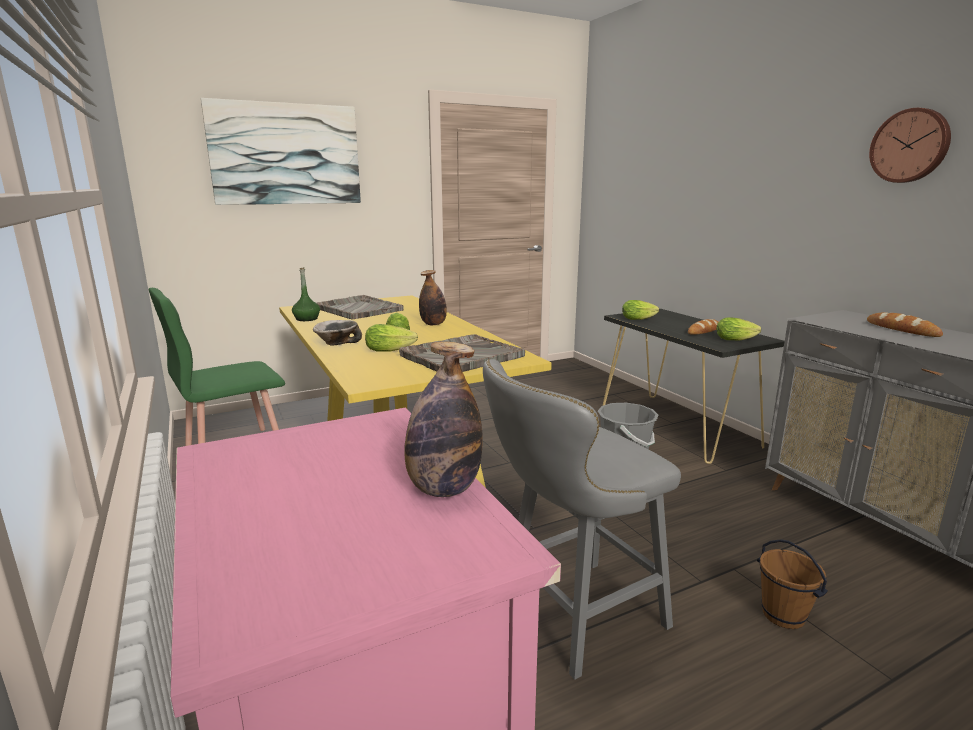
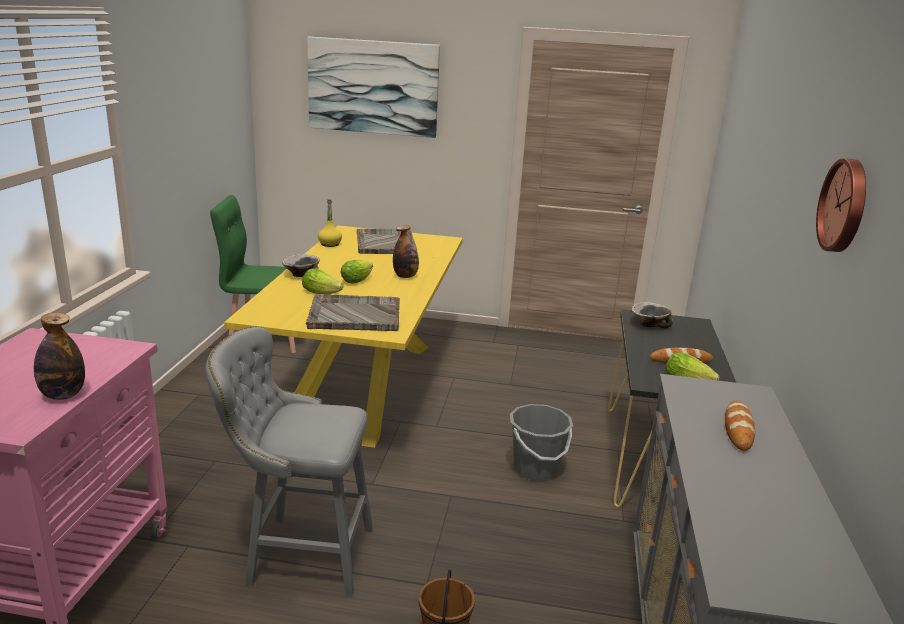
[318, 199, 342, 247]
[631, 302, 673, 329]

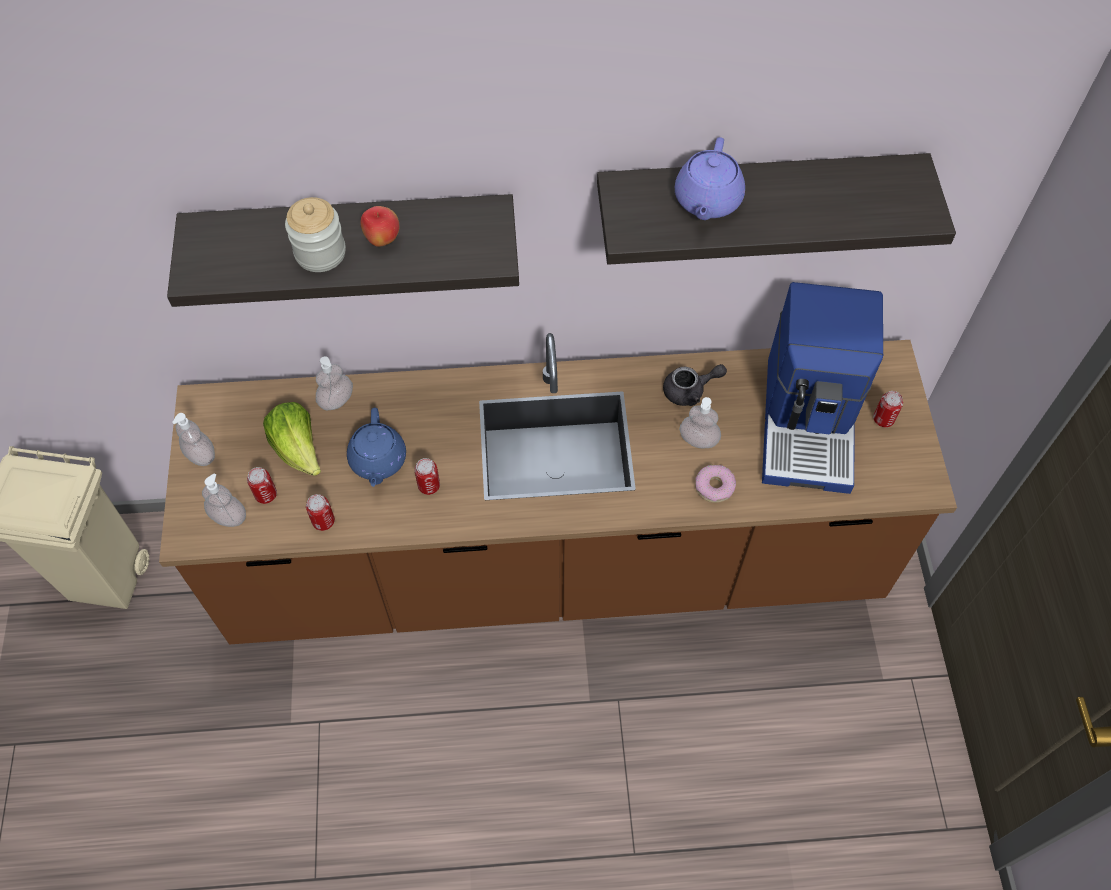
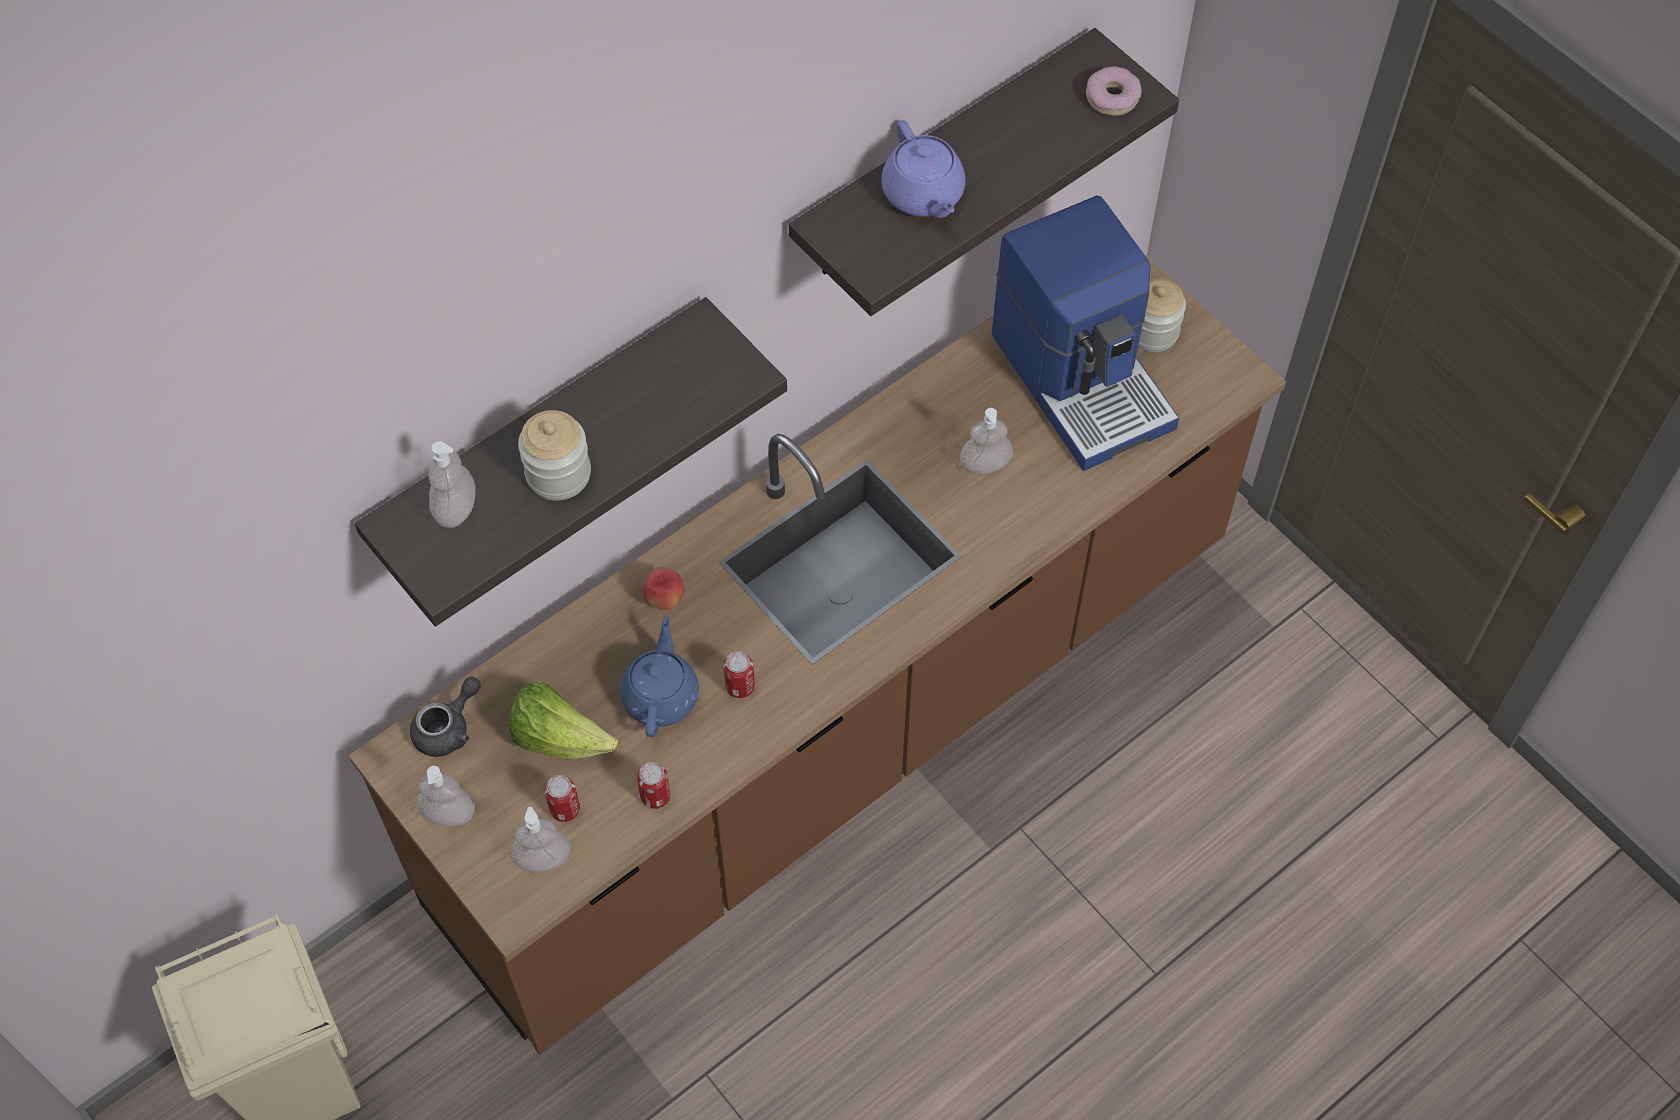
[429, 441, 476, 528]
[620, 616, 699, 737]
[642, 567, 684, 610]
[410, 676, 481, 757]
[1086, 66, 1141, 116]
[1138, 278, 1186, 352]

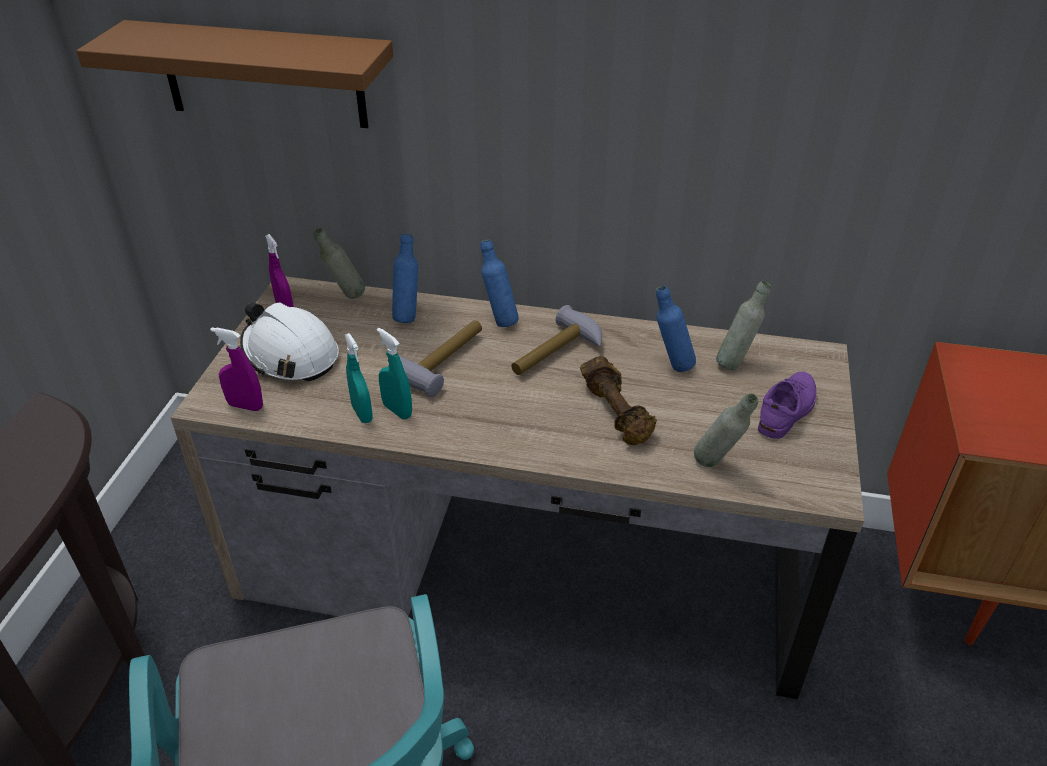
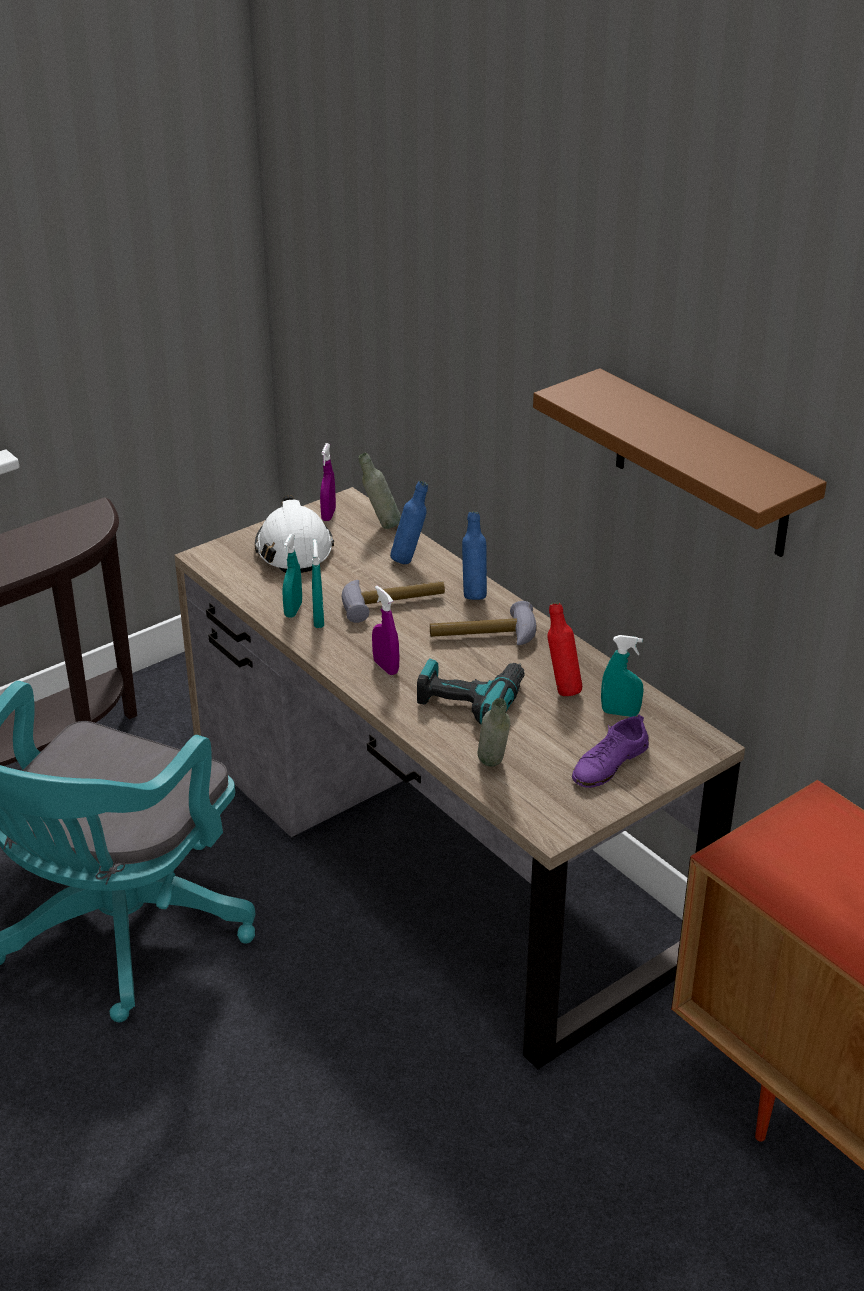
[533, 368, 827, 557]
[372, 586, 400, 675]
[417, 658, 525, 724]
[548, 603, 582, 696]
[601, 635, 643, 717]
[572, 714, 649, 788]

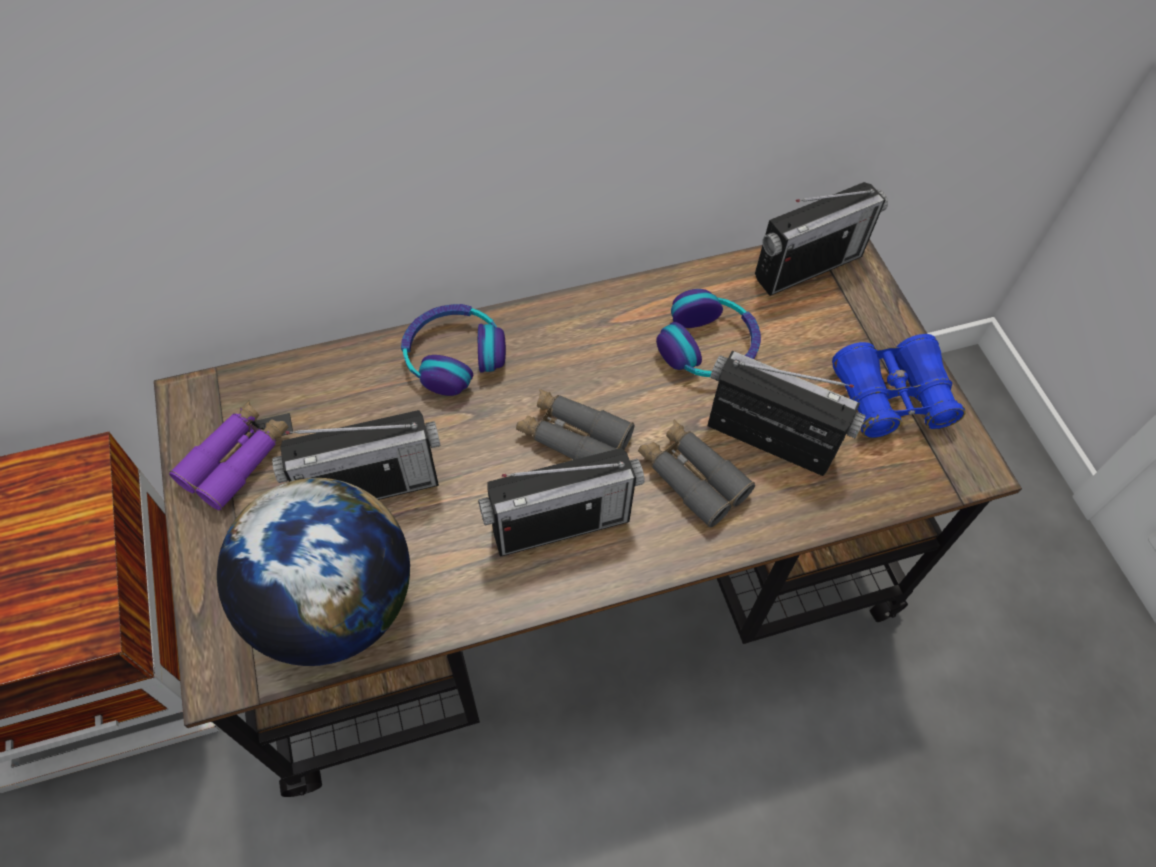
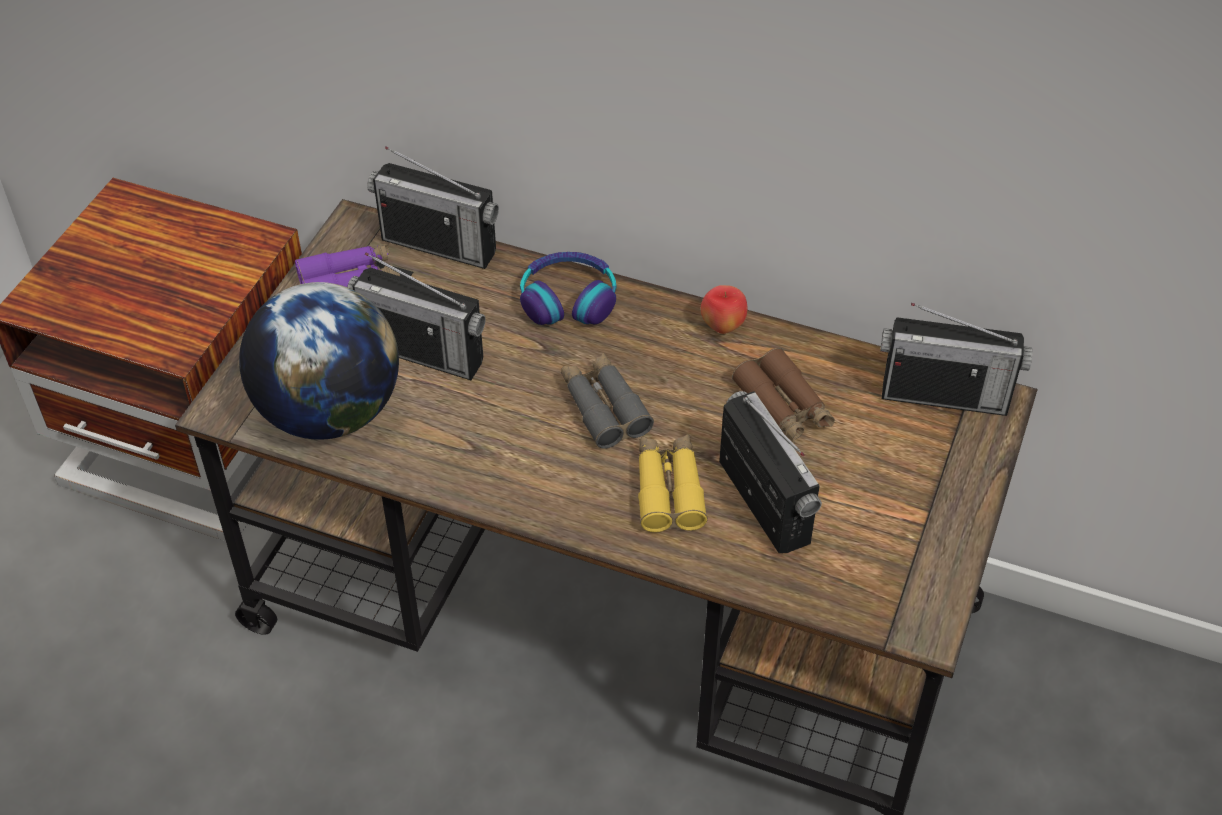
[367, 146, 499, 269]
[638, 435, 708, 532]
[732, 348, 835, 443]
[832, 334, 966, 438] (first image)
[701, 285, 747, 334]

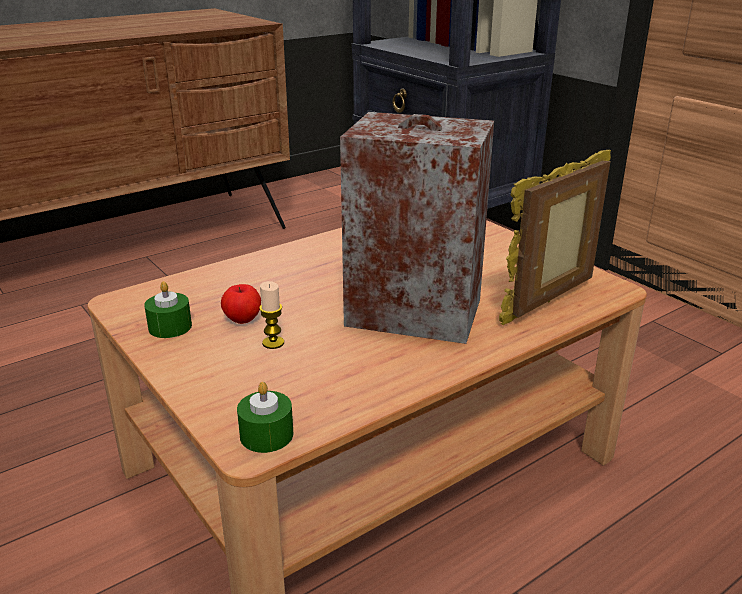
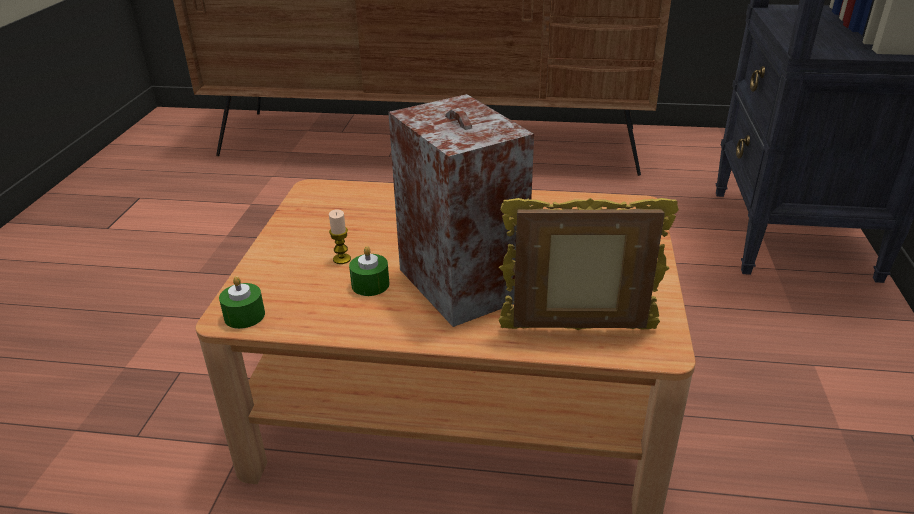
[349, 246, 389, 296]
[221, 284, 261, 324] (first image)

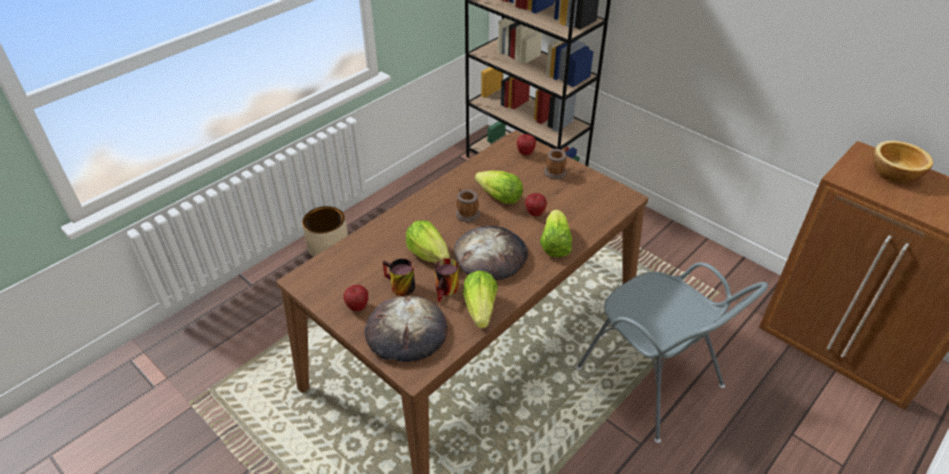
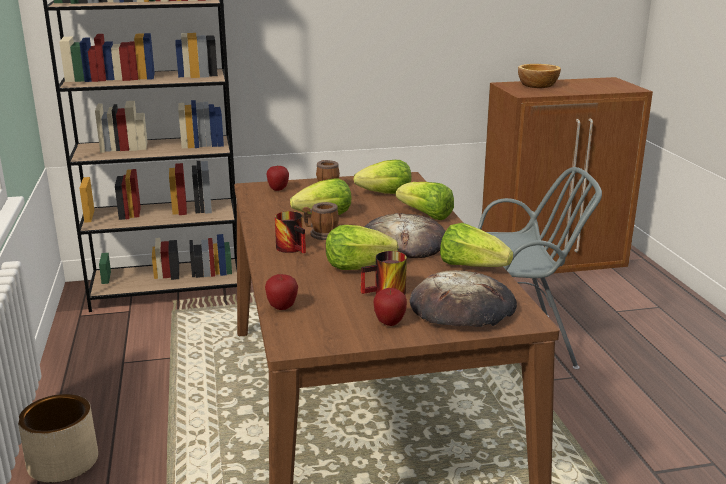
[275, 211, 306, 253]
[265, 274, 298, 310]
[353, 160, 411, 194]

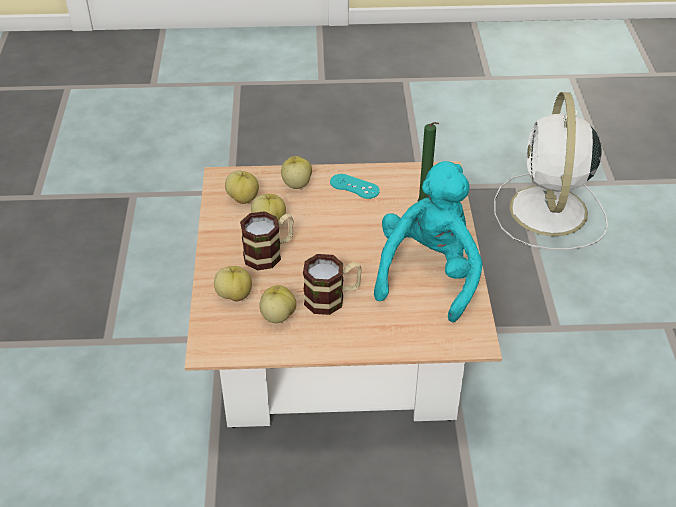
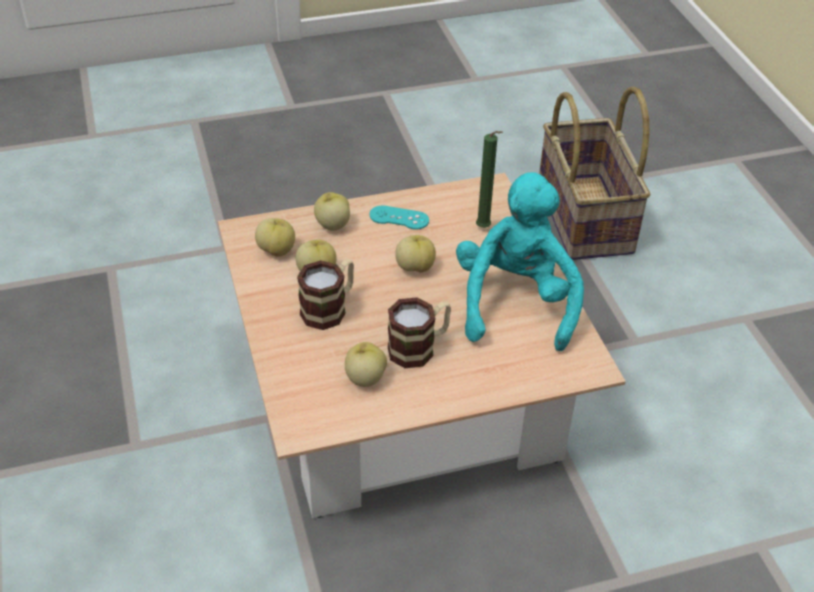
[395, 235, 436, 273]
[539, 86, 650, 260]

